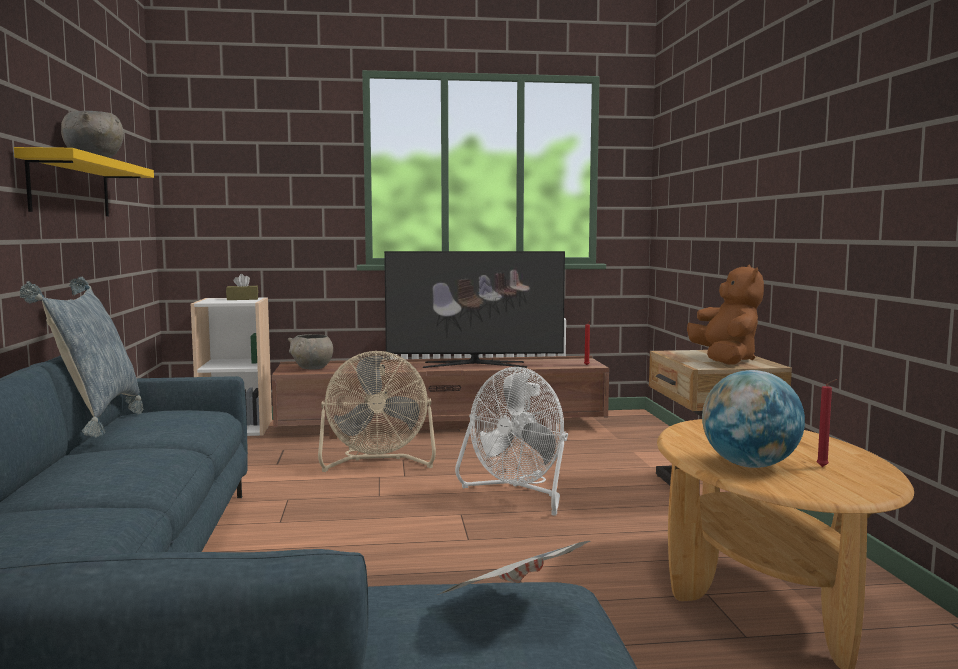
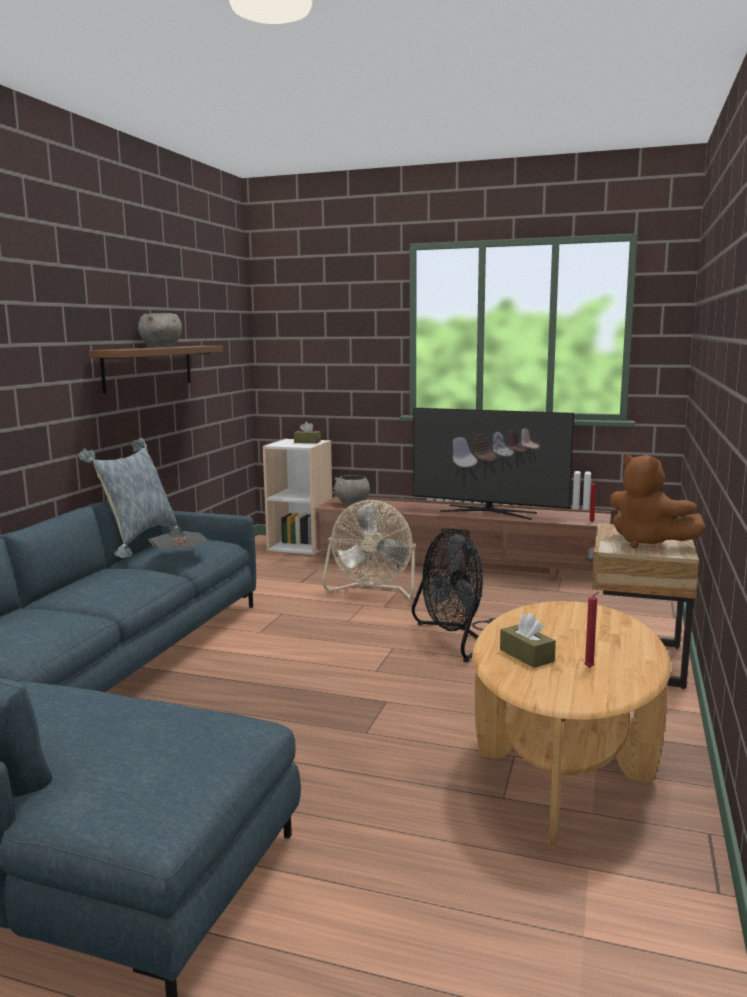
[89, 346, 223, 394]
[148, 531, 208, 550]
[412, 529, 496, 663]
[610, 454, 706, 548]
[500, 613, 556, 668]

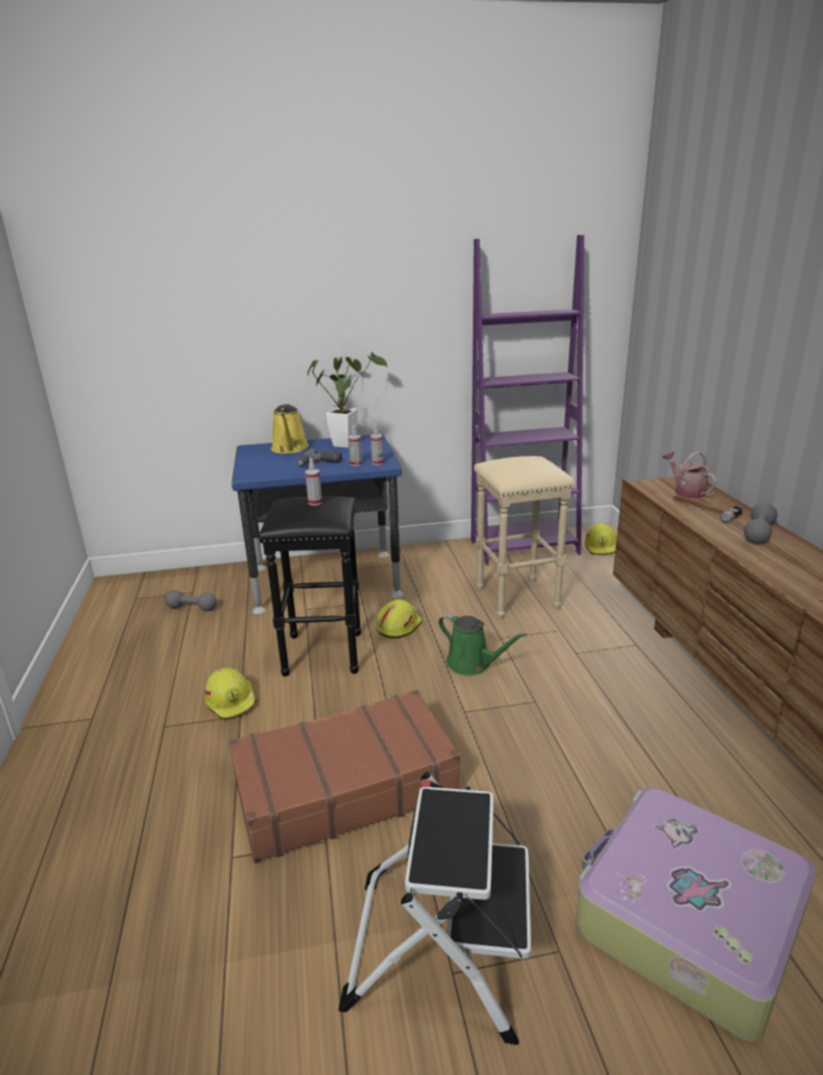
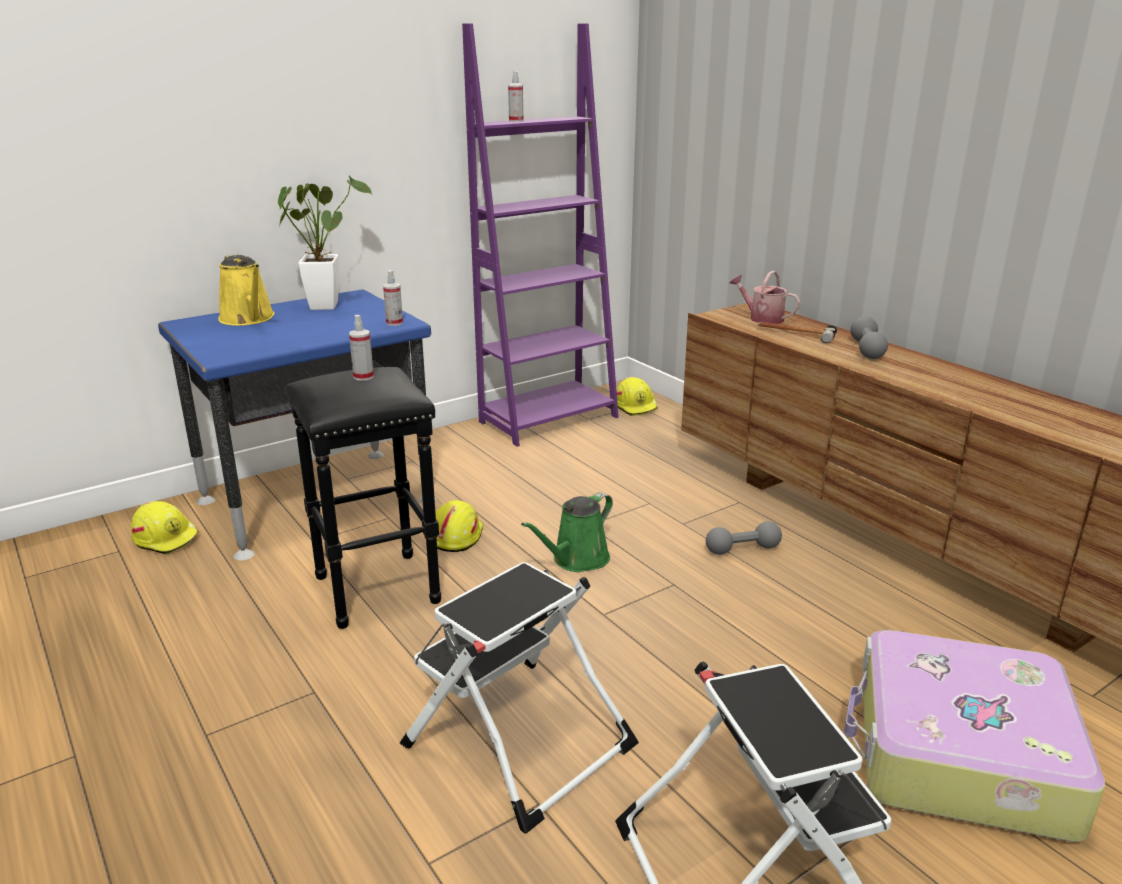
[706, 522, 782, 555]
[131, 501, 199, 555]
[400, 562, 639, 834]
[297, 448, 342, 466] (first image)
[508, 71, 523, 122]
[521, 493, 613, 572]
[474, 456, 574, 619] (first image)

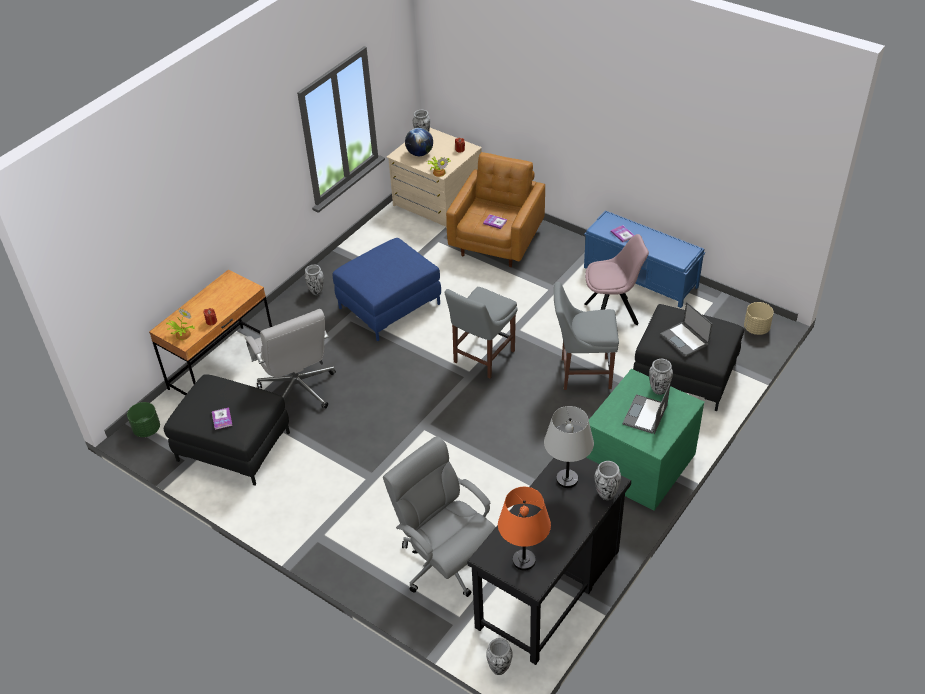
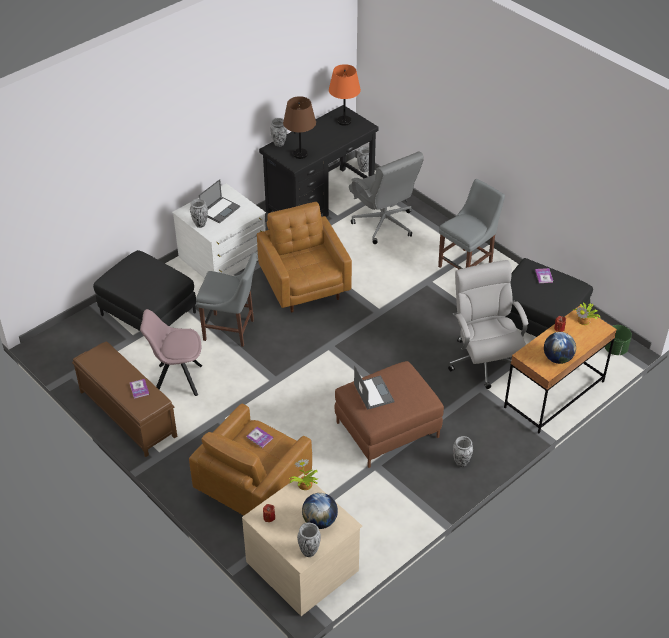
[335, 361, 444, 468]
[438, 179, 505, 269]
[283, 96, 316, 159]
[72, 342, 177, 457]
[172, 183, 266, 278]
[354, 365, 394, 410]
[744, 302, 774, 335] (first image)
[257, 202, 352, 312]
[544, 332, 576, 364]

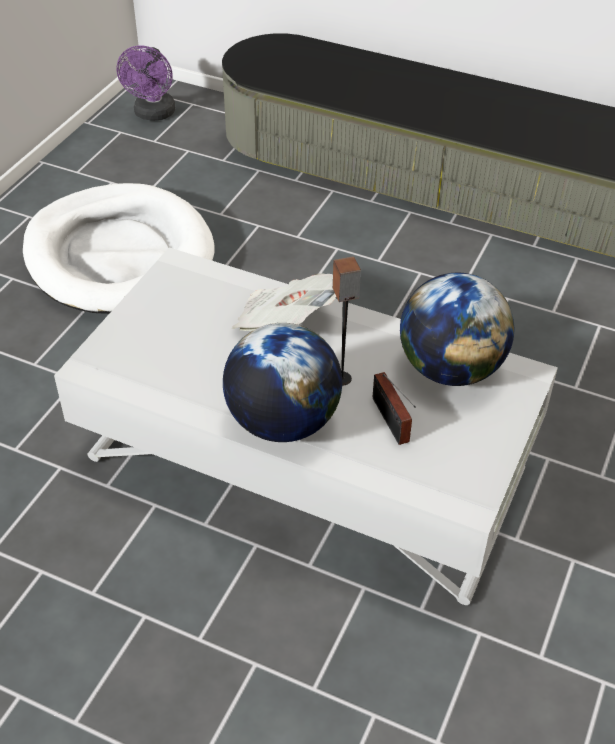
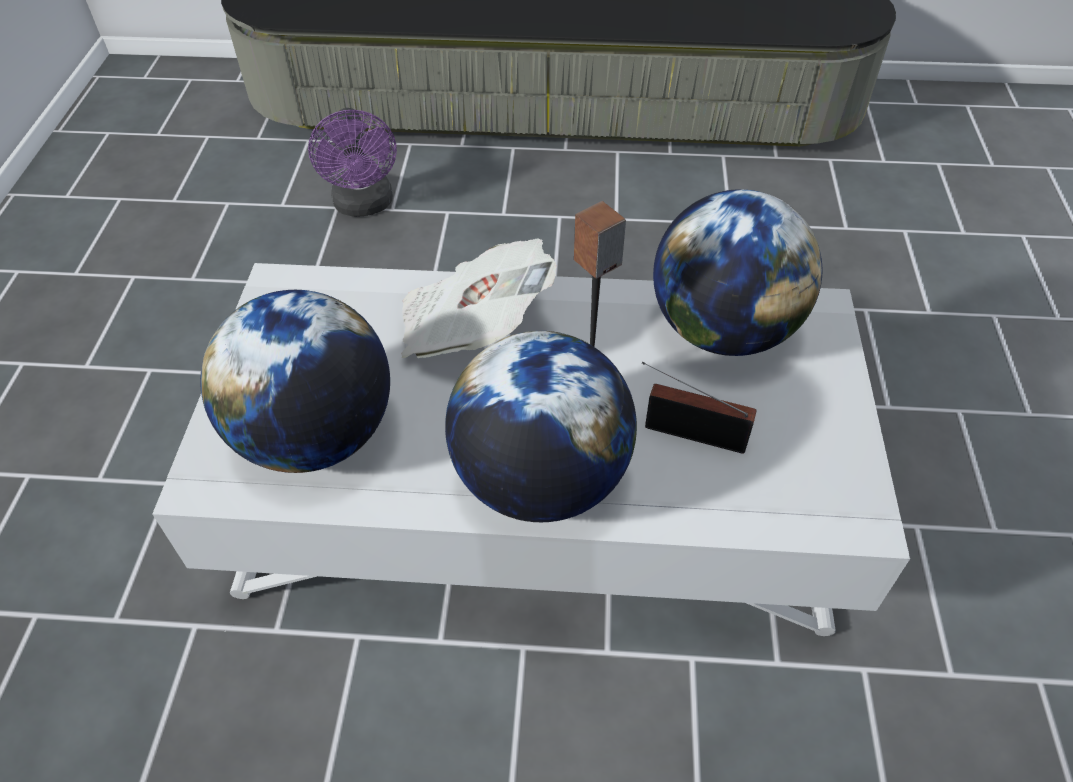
[23, 183, 215, 314] (first image)
[308, 108, 397, 217]
[642, 362, 756, 454]
[200, 290, 390, 473]

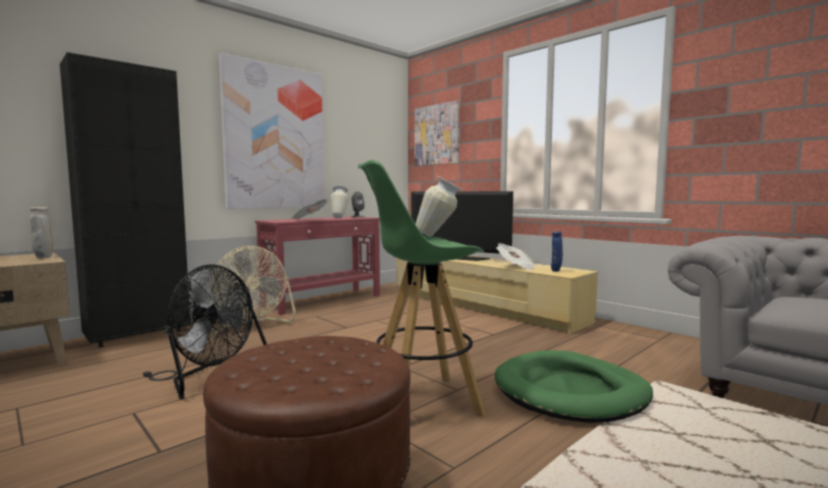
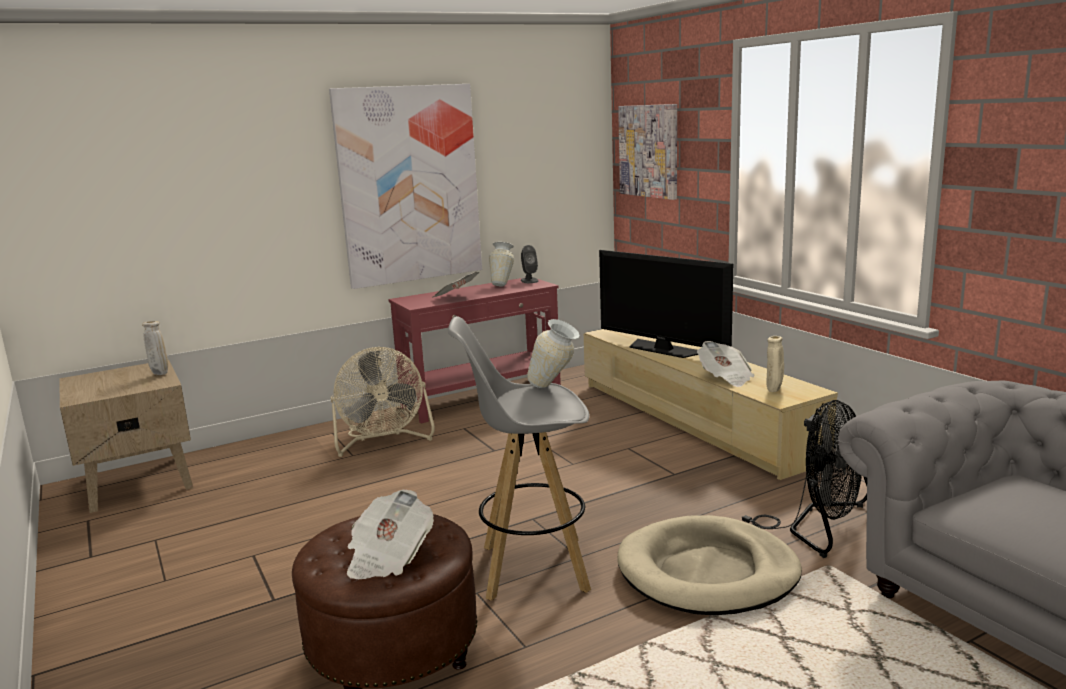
[60, 52, 190, 347] (first image)
[741, 400, 867, 558]
[448, 316, 591, 601]
[617, 515, 802, 615]
[766, 336, 784, 392]
[347, 490, 434, 579]

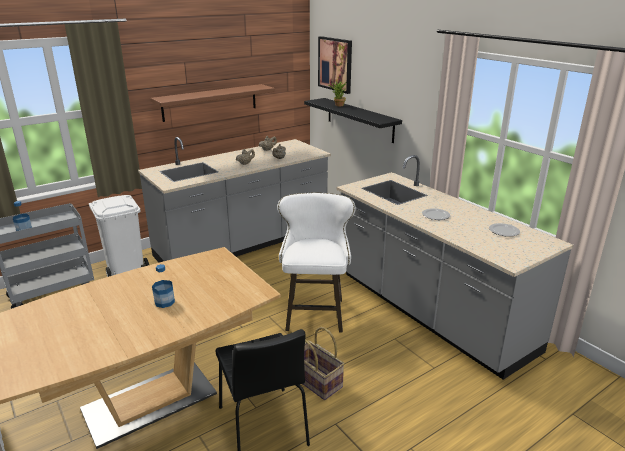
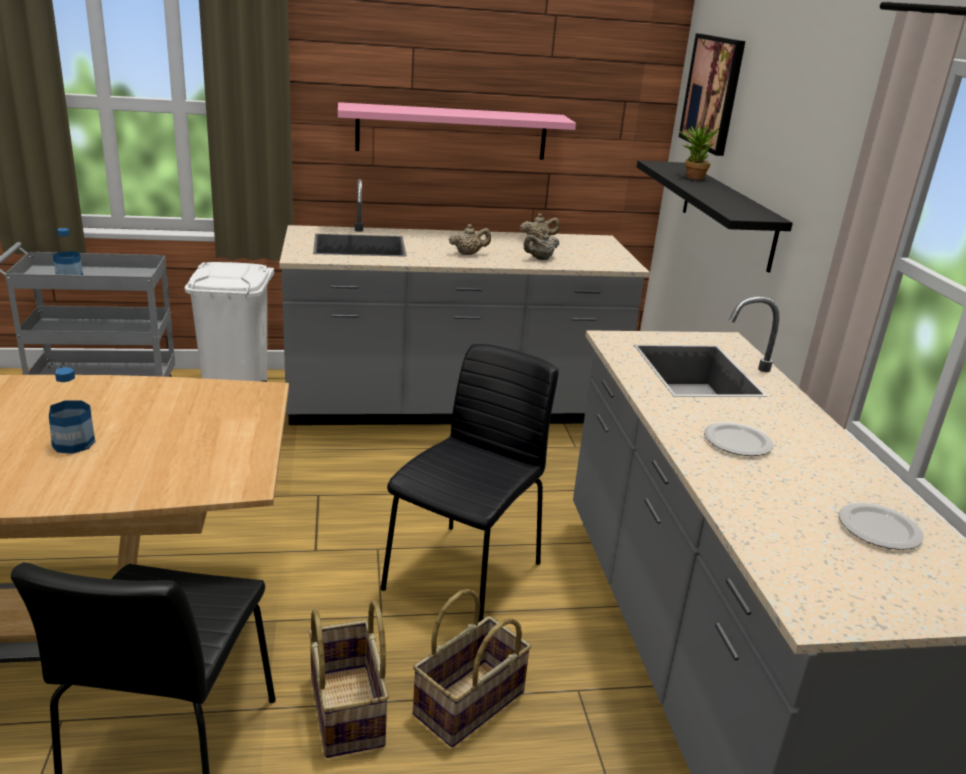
[338, 102, 576, 160]
[380, 344, 559, 623]
[413, 589, 531, 747]

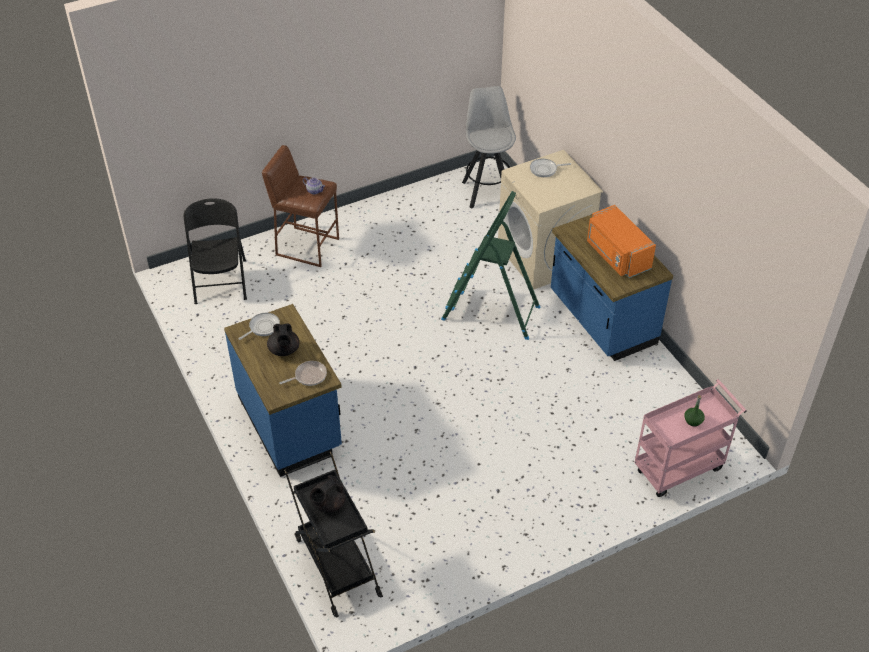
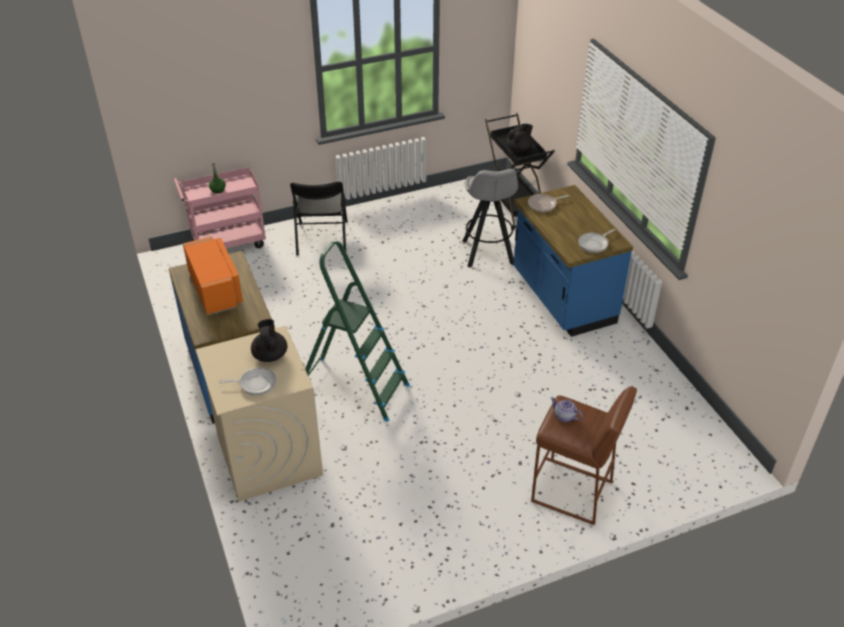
[290, 182, 348, 255]
[251, 319, 287, 362]
[463, 169, 518, 267]

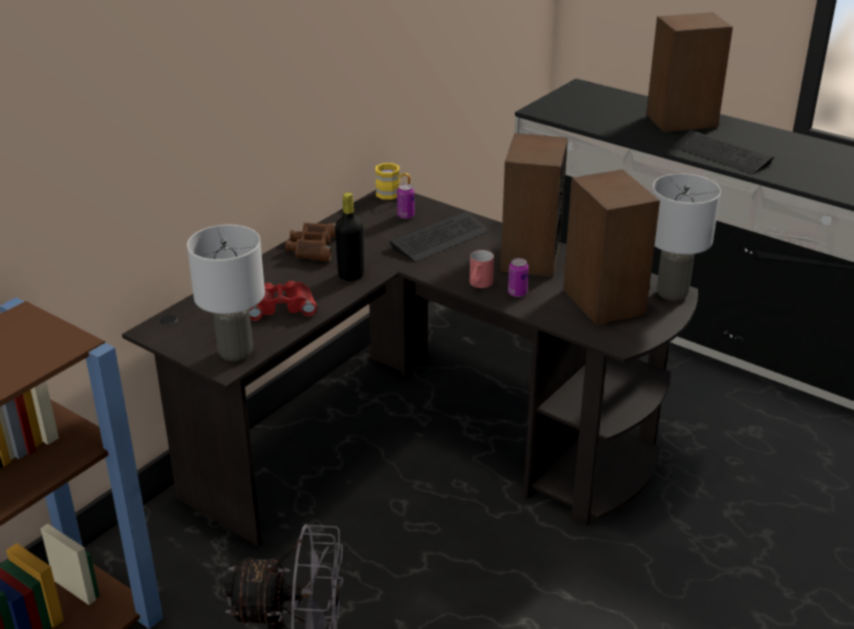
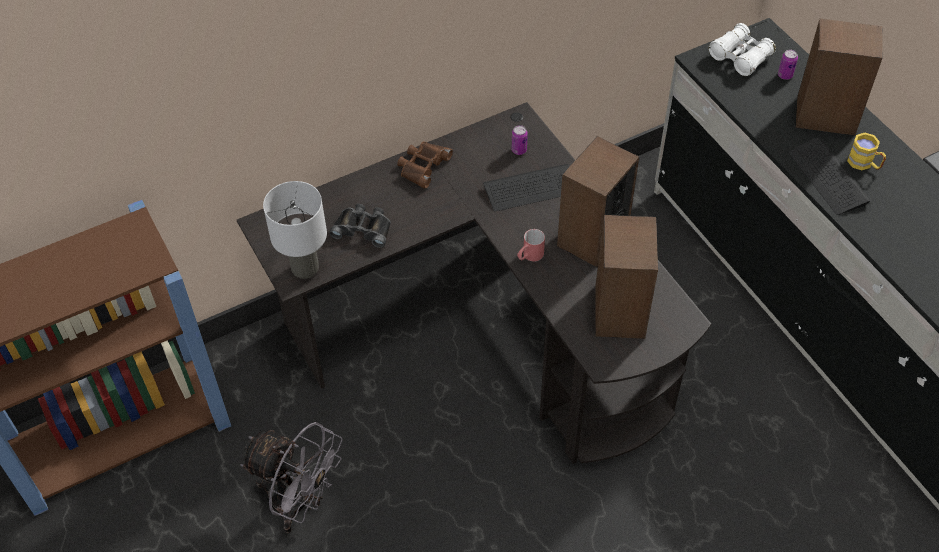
[329, 204, 391, 248]
[335, 193, 364, 281] (first image)
[847, 133, 886, 170]
[778, 50, 798, 80]
[652, 173, 721, 301] (first image)
[708, 23, 776, 76]

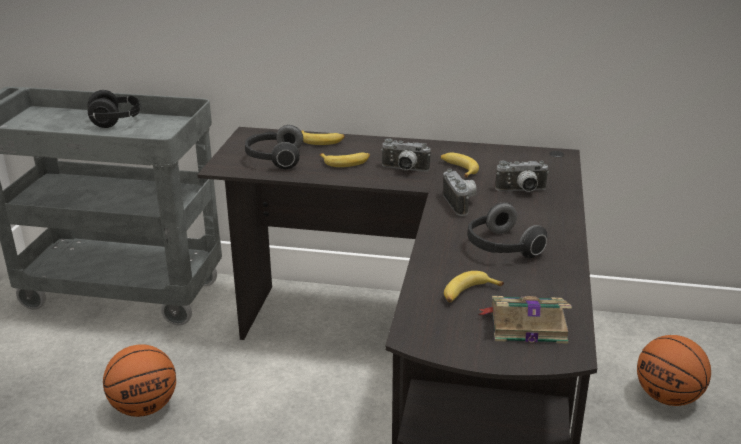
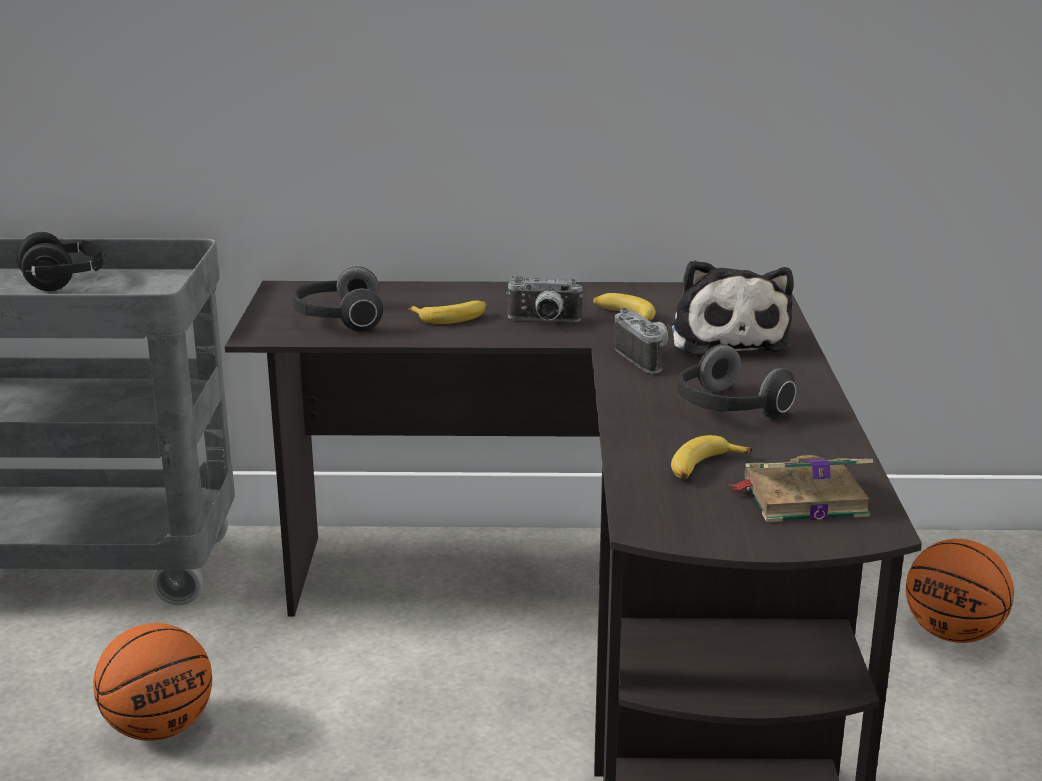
[301, 130, 345, 145] (first image)
[671, 260, 794, 356]

